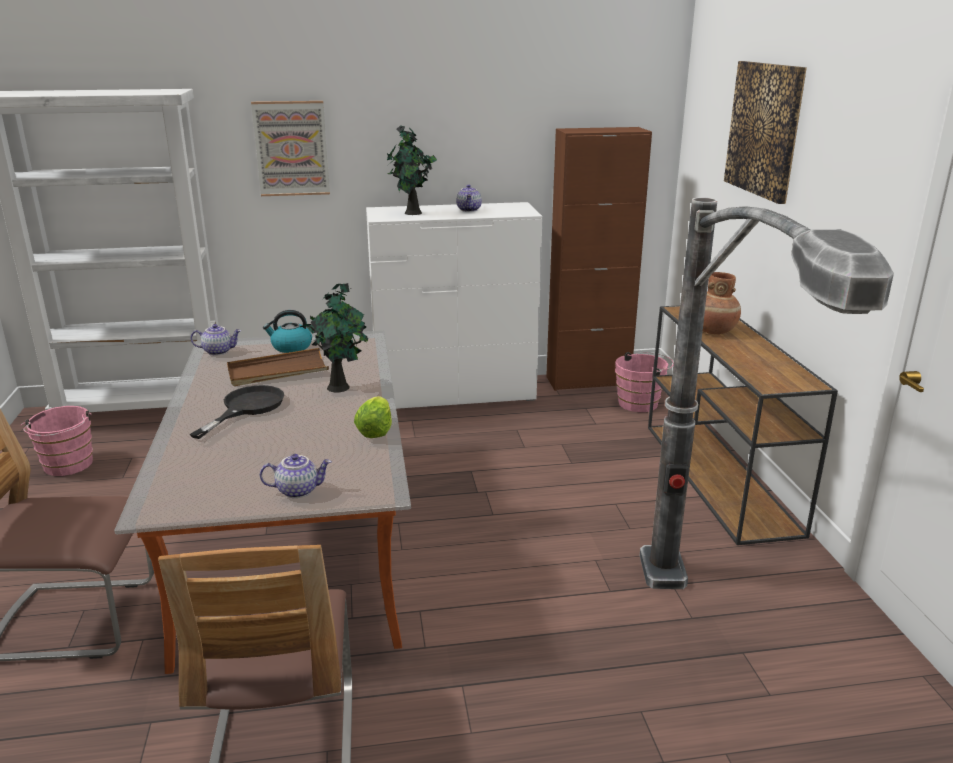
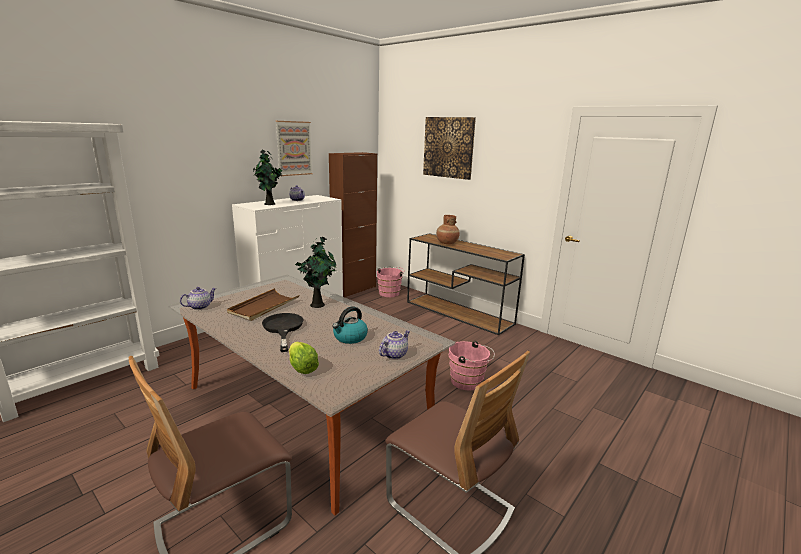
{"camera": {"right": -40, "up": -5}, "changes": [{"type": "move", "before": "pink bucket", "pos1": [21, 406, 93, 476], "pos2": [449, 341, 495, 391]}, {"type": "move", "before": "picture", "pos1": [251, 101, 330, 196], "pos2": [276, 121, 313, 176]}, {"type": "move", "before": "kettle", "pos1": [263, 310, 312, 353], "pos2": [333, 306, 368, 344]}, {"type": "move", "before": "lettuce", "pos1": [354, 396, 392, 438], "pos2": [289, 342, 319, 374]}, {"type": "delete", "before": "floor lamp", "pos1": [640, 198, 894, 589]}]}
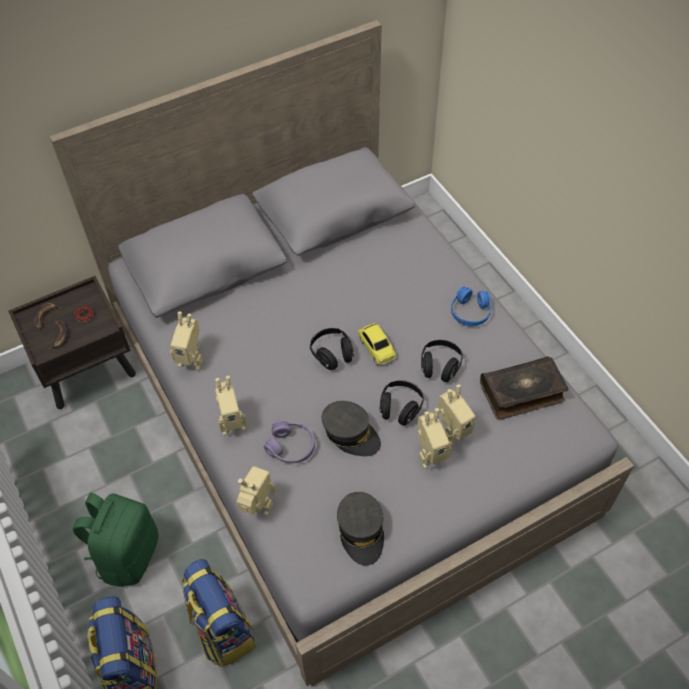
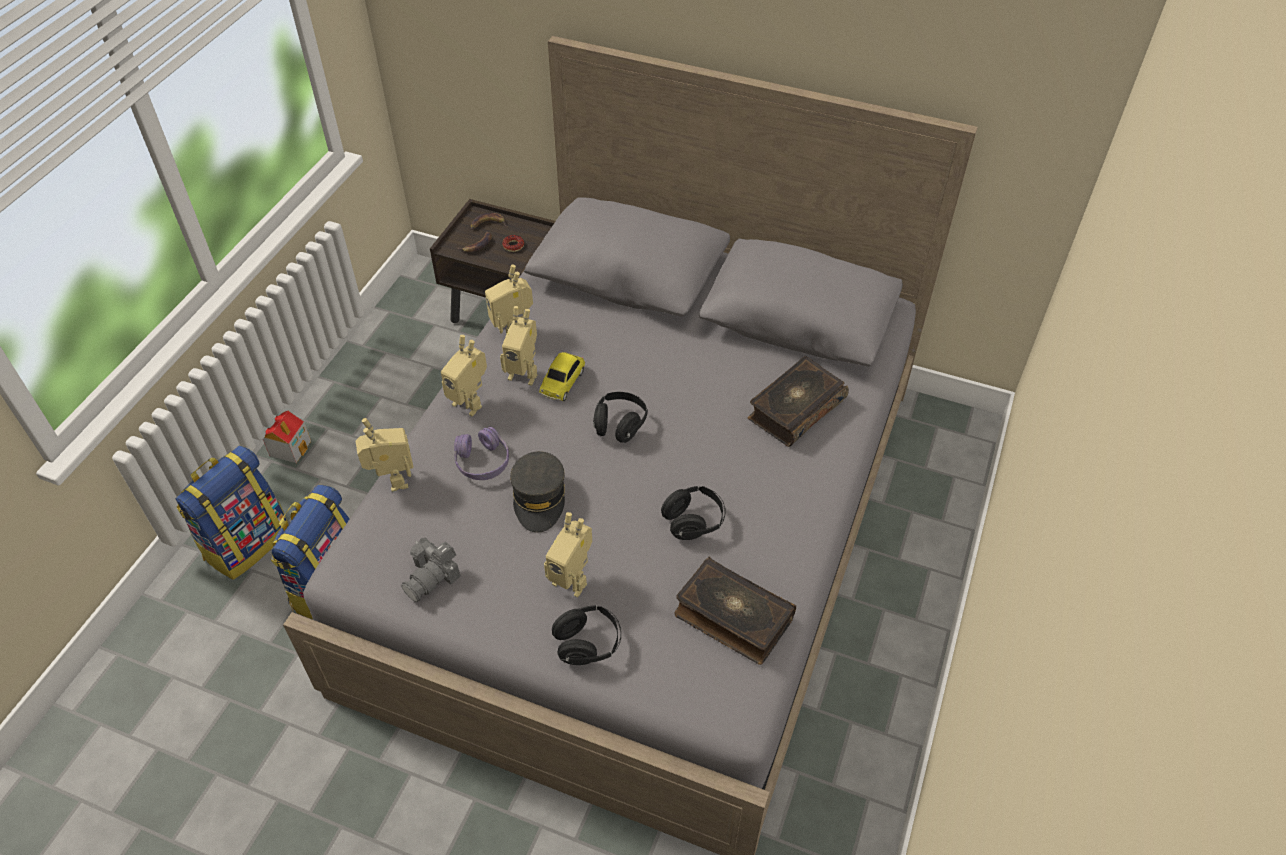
{"camera": {"right": 50, "up": -5}, "changes": [{"type": "delete", "before": "green backpack", "pos1": [73, 493, 159, 587]}, {"type": "replace", "before": "grey cap", "after": "photo camera", "pos1": [337, 492, 384, 566], "pos2": [401, 537, 460, 602]}, {"type": "move", "before": "toy car", "pos1": [358, 323, 396, 365], "pos2": [539, 352, 585, 401]}, {"type": "move", "before": "black headphones", "pos1": [379, 380, 424, 425], "pos2": [552, 605, 621, 665]}, {"type": "move", "before": "toy robot", "pos1": [438, 384, 475, 446], "pos2": [500, 306, 537, 386]}, {"type": "delete", "before": "blue headphones", "pos1": [451, 286, 491, 326]}, {"type": "insert", "after": "toy house", "pos2": [263, 411, 311, 463]}, {"type": "insert", "after": "book", "pos2": [748, 356, 849, 447]}]}
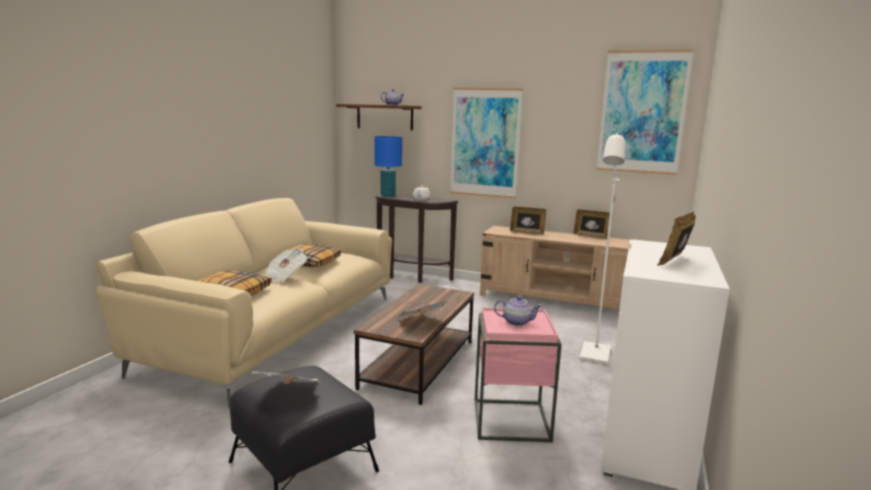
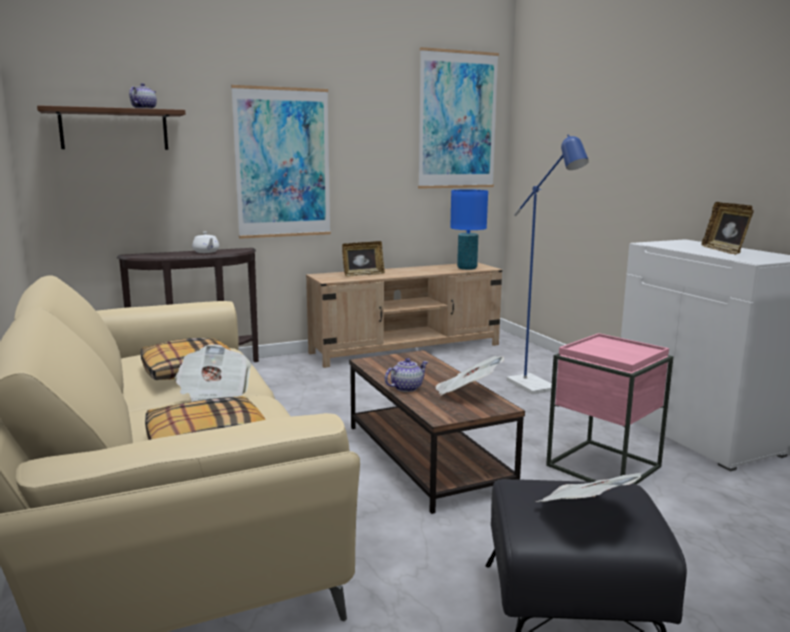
{"camera": {"right": -45, "up": 0}, "changes": [{"type": "move", "before": "blue table lamp", "pos1": [374, 136, 402, 197], "pos2": [450, 189, 488, 270]}, {"type": "move", "before": "teapot", "pos1": [494, 296, 542, 326], "pos2": [385, 358, 428, 392]}, {"type": "delete", "before": "picture frame", "pos1": [573, 209, 610, 239]}, {"type": "recolor", "before": "white floor lamp", "after": "blue floor lamp", "pos1": [579, 133, 626, 365], "pos2": [507, 134, 589, 395]}]}
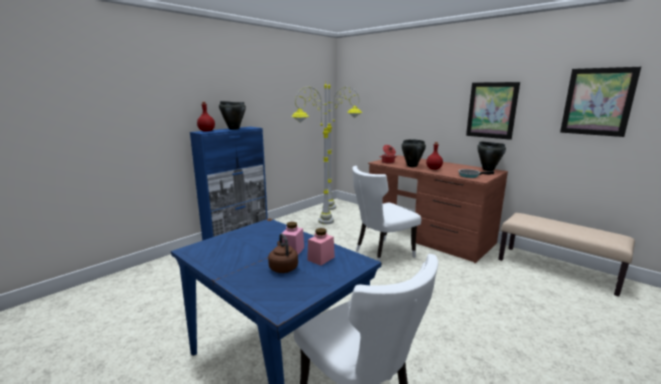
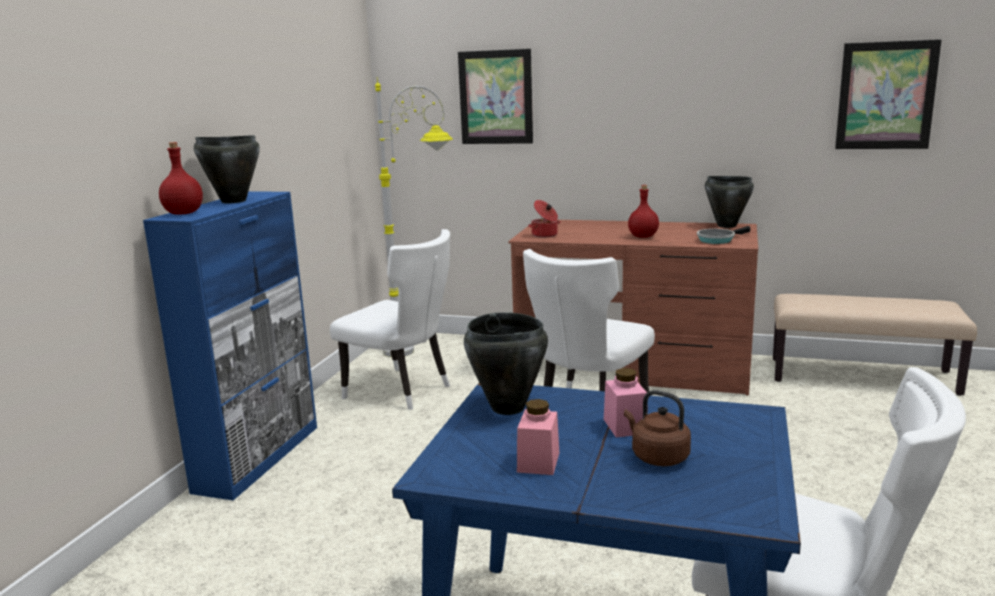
{"camera": {"right": -25, "up": 0}, "changes": [{"type": "replace", "before": "grey floor lamp", "after": "white chair", "pos1": [291, 81, 334, 225], "pos2": [330, 229, 450, 410]}, {"type": "move", "before": "pink jar", "pos1": [307, 228, 335, 266], "pos2": [517, 399, 559, 475]}, {"type": "move", "before": "black cooking pot", "pos1": [401, 139, 426, 167], "pos2": [464, 312, 548, 415]}, {"type": "move", "before": "picture", "pos1": [466, 82, 520, 140], "pos2": [458, 49, 533, 144]}]}
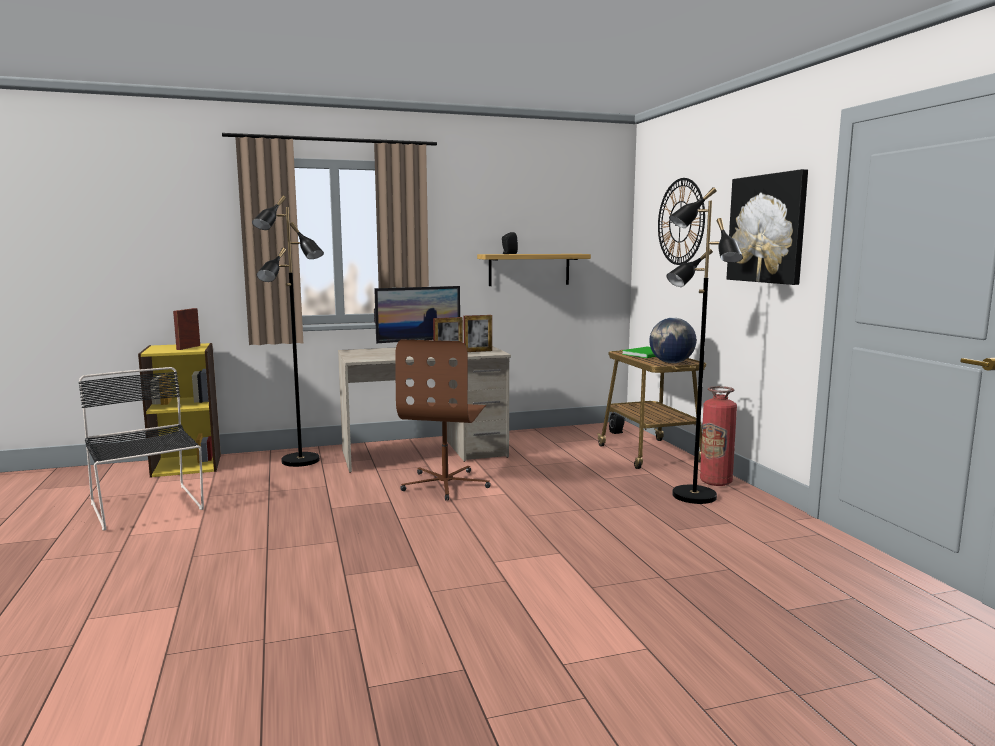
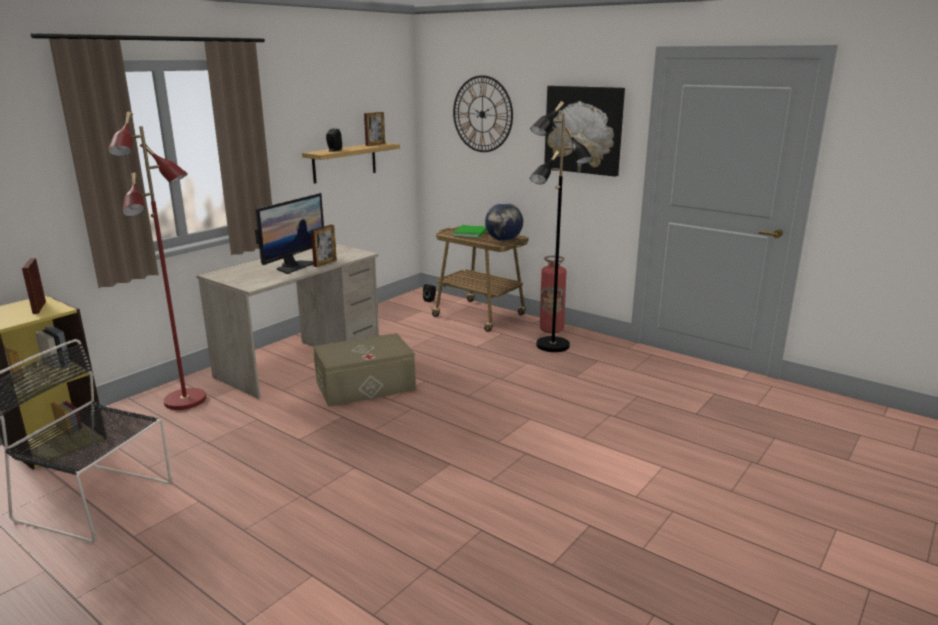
{"camera": {"right": -35, "up": 10}, "changes": [{"type": "recolor", "before": "black floor lamp", "after": "red floor lamp", "pos1": [252, 195, 324, 467], "pos2": [108, 112, 206, 410]}, {"type": "replace", "before": "brown office chair", "after": "beige storage box", "pos1": [395, 339, 491, 500], "pos2": [313, 333, 416, 407]}, {"type": "move", "before": "picture frame", "pos1": [463, 315, 492, 352], "pos2": [364, 112, 385, 146]}]}
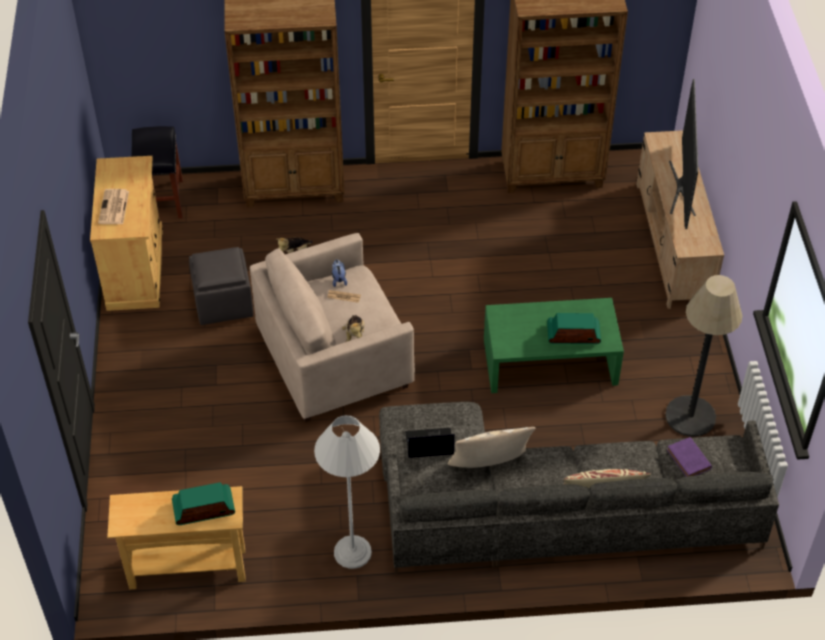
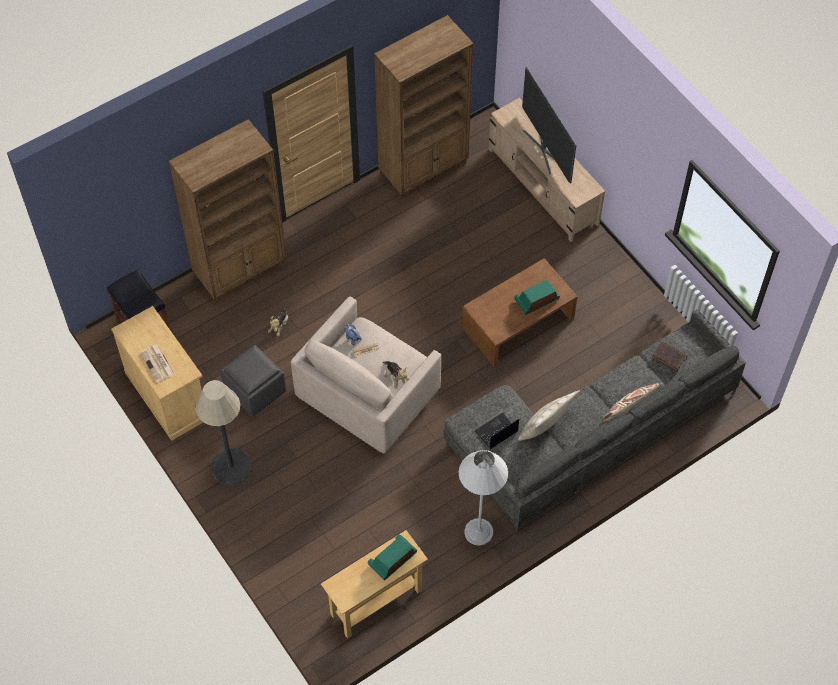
{"camera": {"right": -30, "up": 10}, "changes": [{"type": "recolor", "before": "green coffee table", "after": "brown coffee table", "pos1": [484, 298, 624, 393], "pos2": [462, 258, 578, 367]}, {"type": "move", "before": "floor lamp", "pos1": [665, 275, 742, 437], "pos2": [196, 380, 251, 485]}, {"type": "recolor", "before": "purple book", "after": "brown book", "pos1": [667, 437, 712, 477], "pos2": [652, 341, 688, 372]}]}
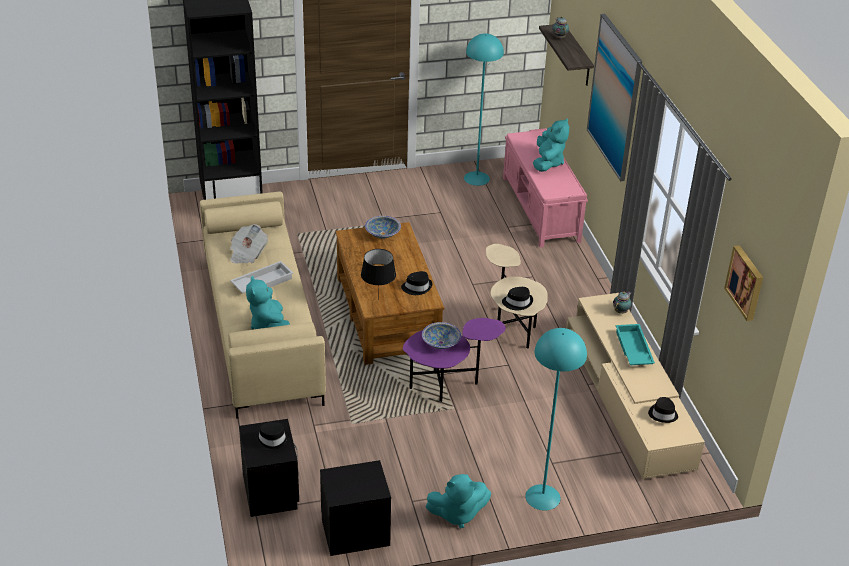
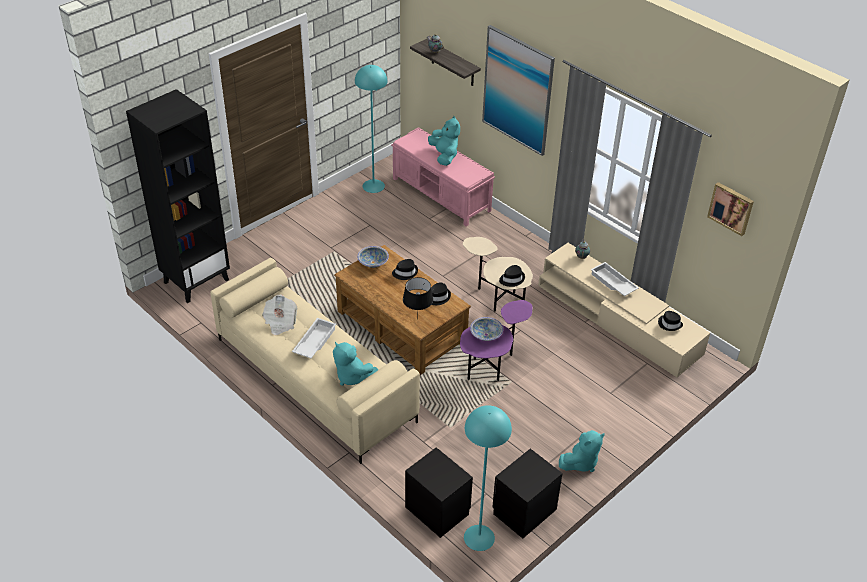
{"camera": {"right": -30, "up": 5}, "changes": [{"type": "move", "before": "black hat", "pos1": [254, 422, 289, 450], "pos2": [392, 259, 418, 280]}, {"type": "move", "before": "turquoise floor lamp", "pos1": [525, 328, 587, 511], "pos2": [464, 405, 512, 551]}, {"type": "recolor", "before": "turquoise tray", "after": "white tray", "pos1": [616, 324, 655, 365], "pos2": [591, 262, 639, 296]}]}
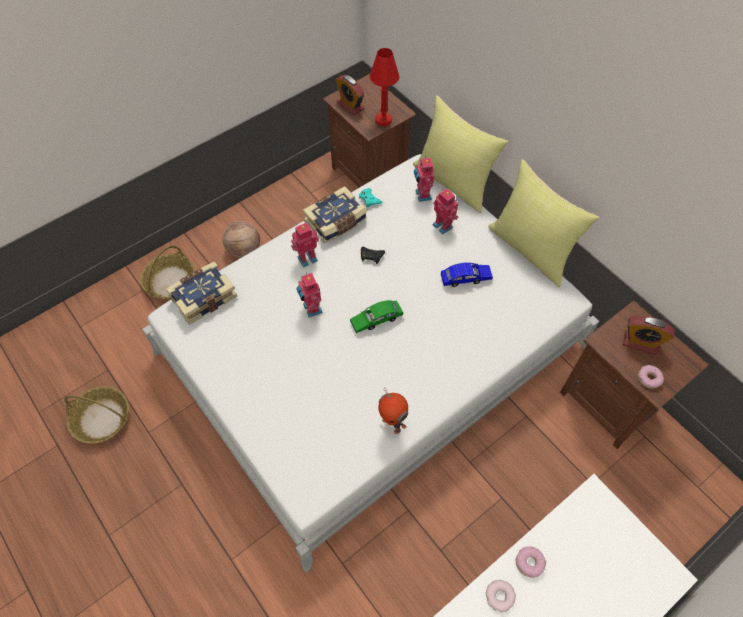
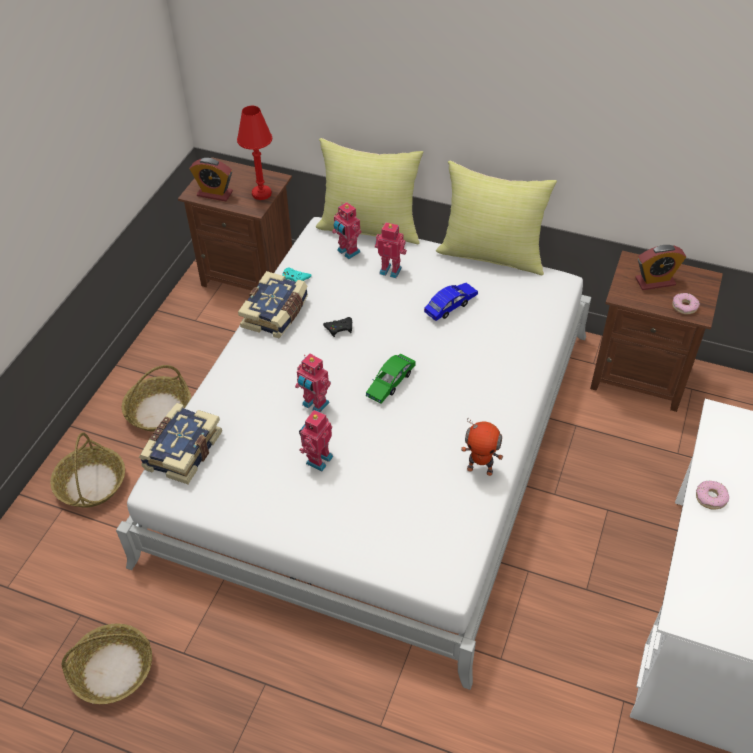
{"camera": {"right": -30, "up": -10}, "changes": [{"type": "replace", "before": "basketball", "after": "basket", "pos1": [223, 221, 260, 258], "pos2": [122, 365, 191, 432]}, {"type": "move", "before": "toy robot", "pos1": [291, 222, 319, 267], "pos2": [299, 410, 333, 471]}, {"type": "delete", "before": "donut", "pos1": [486, 580, 516, 612]}]}
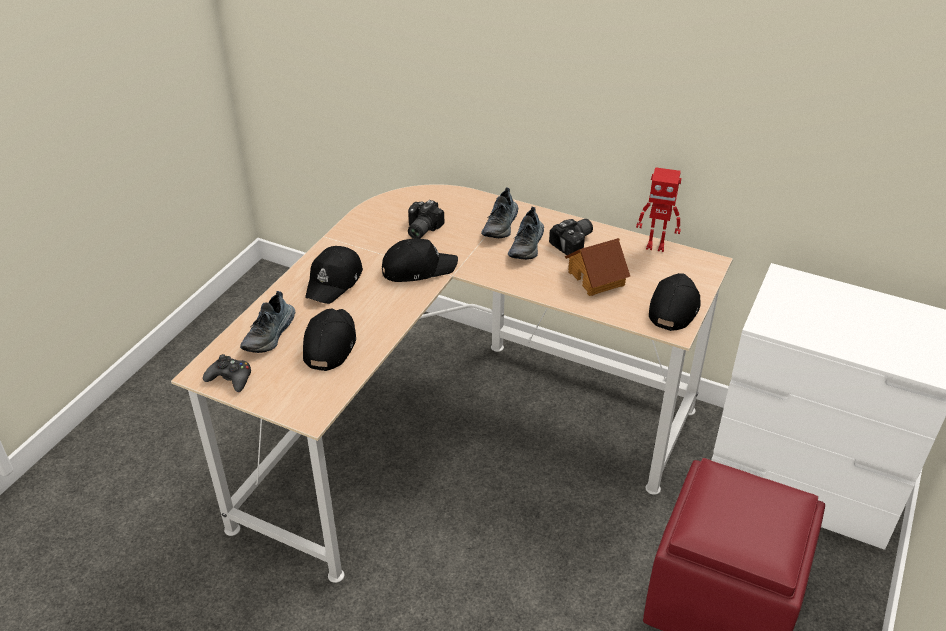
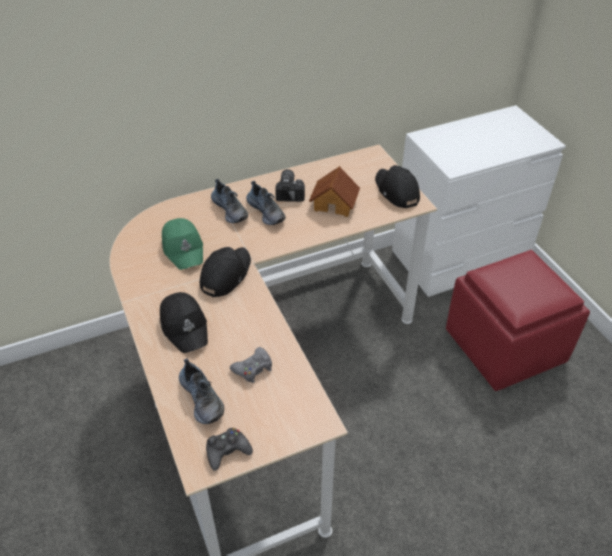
{"camera": {"right": -50, "up": 5}, "changes": [{"type": "replace", "before": "black cap", "after": "grey game controller", "pos1": [303, 308, 356, 371], "pos2": [230, 347, 272, 383]}, {"type": "replace", "before": "photo camera", "after": "green cap", "pos1": [408, 200, 444, 239], "pos2": [162, 218, 203, 270]}, {"type": "delete", "before": "toy robot", "pos1": [636, 167, 681, 252]}]}
